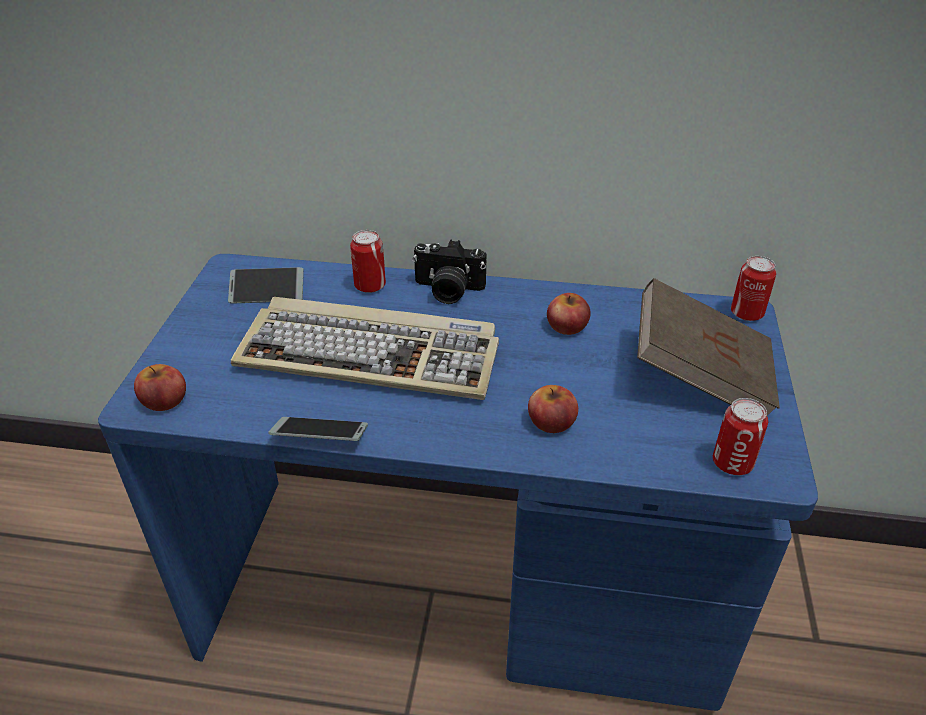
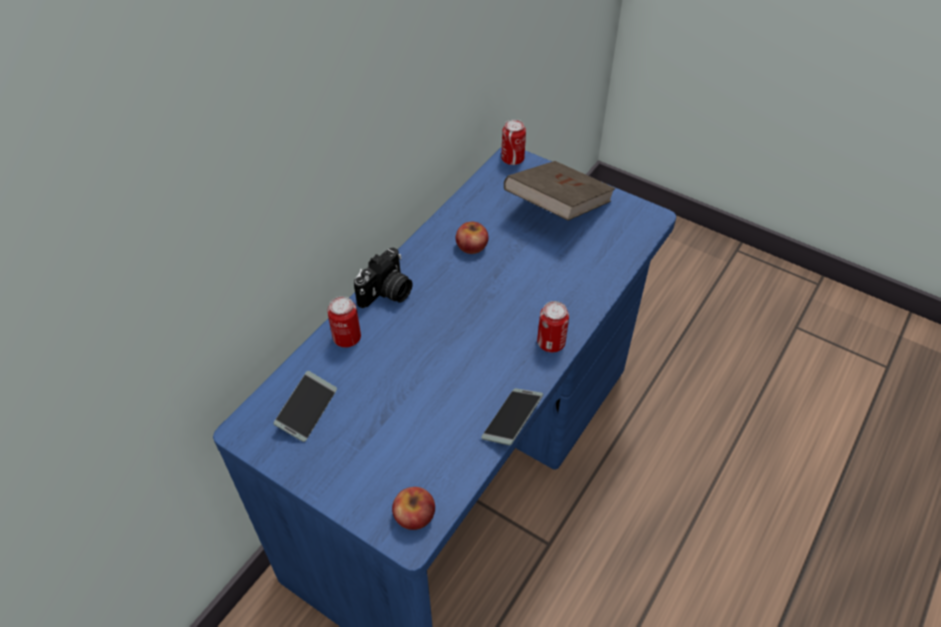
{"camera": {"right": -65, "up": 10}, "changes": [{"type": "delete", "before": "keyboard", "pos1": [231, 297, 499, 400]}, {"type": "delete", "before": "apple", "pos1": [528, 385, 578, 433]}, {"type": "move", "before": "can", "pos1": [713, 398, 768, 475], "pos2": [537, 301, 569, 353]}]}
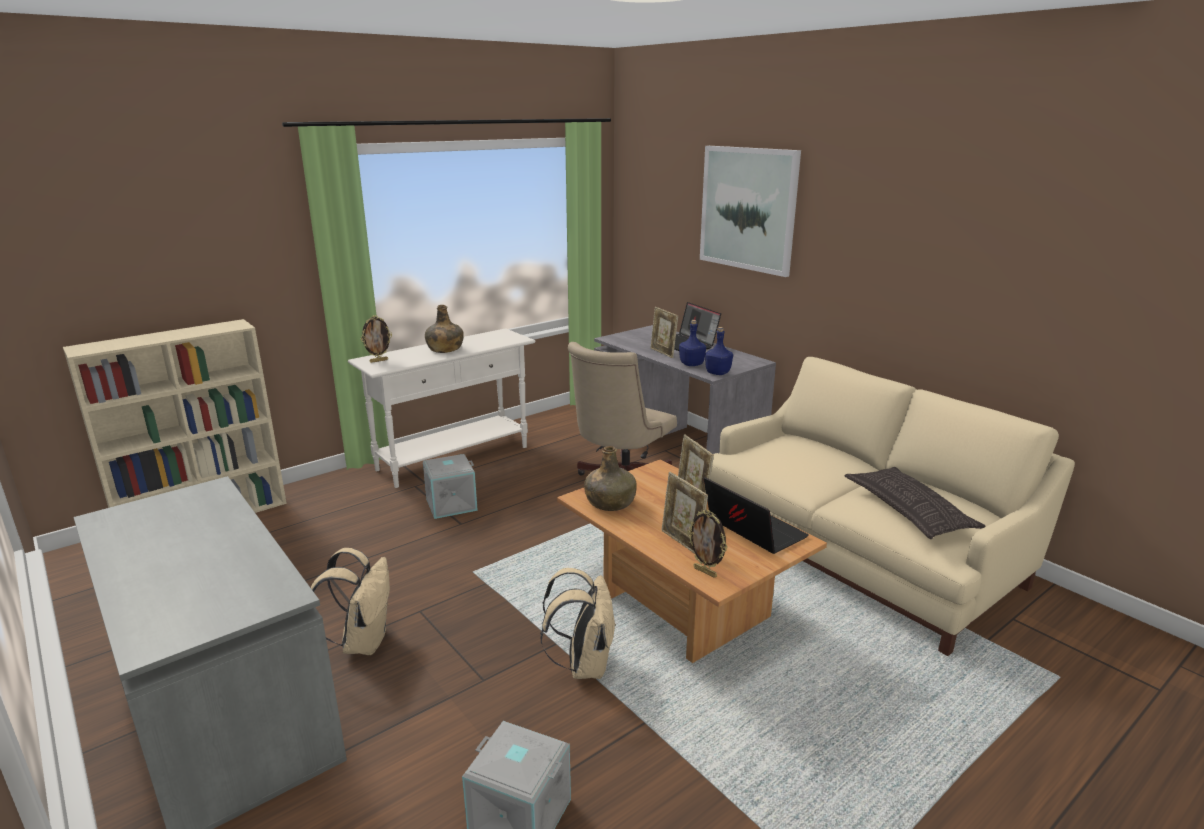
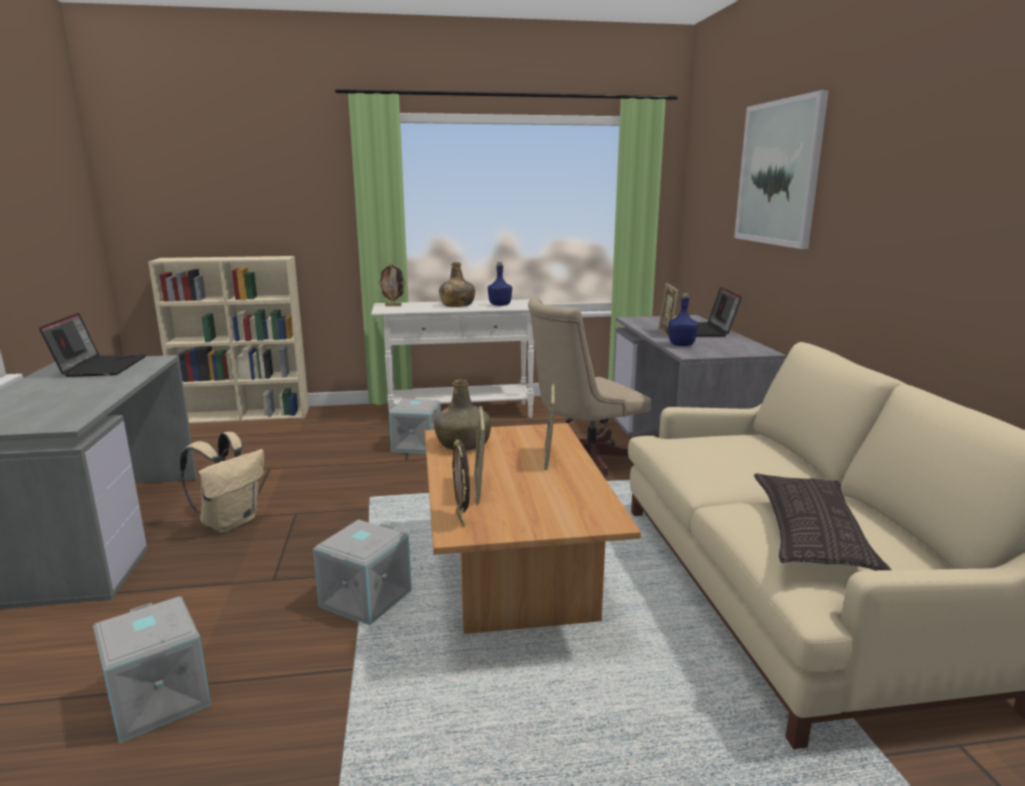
{"camera": {"right": 30, "up": -5}, "changes": [{"type": "replace", "before": "beige backpack", "after": "grey storage box", "pos1": [540, 568, 616, 679], "pos2": [313, 520, 412, 625]}, {"type": "move", "before": "laptop", "pos1": [704, 477, 809, 554], "pos2": [39, 313, 147, 377]}, {"type": "move", "before": "blue bottle", "pos1": [705, 327, 733, 375], "pos2": [488, 262, 512, 306]}]}
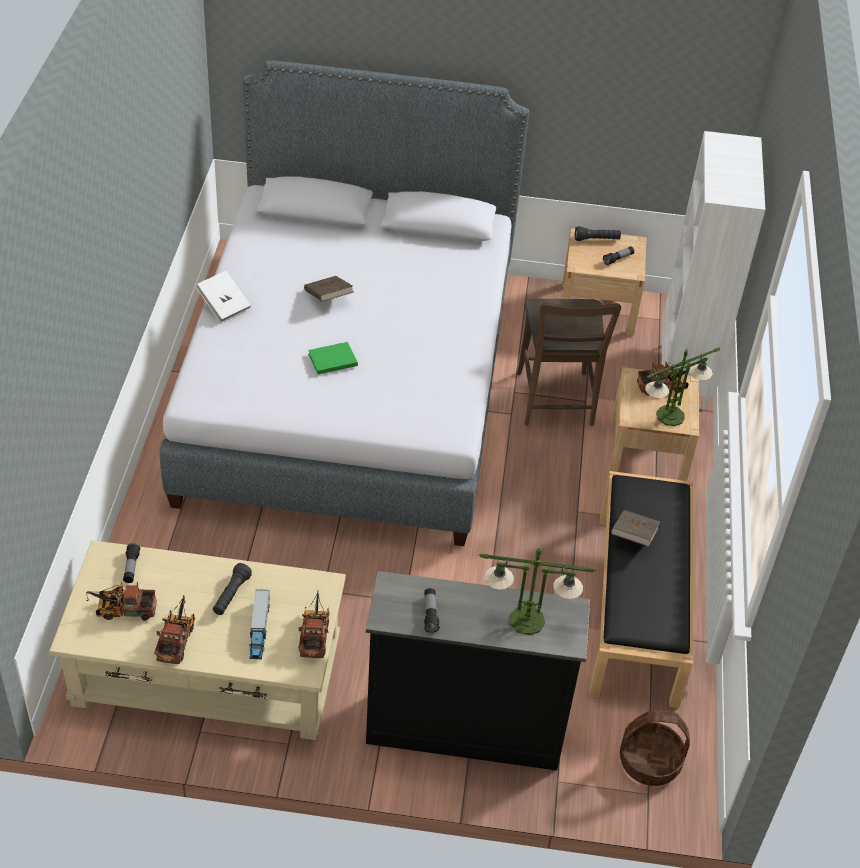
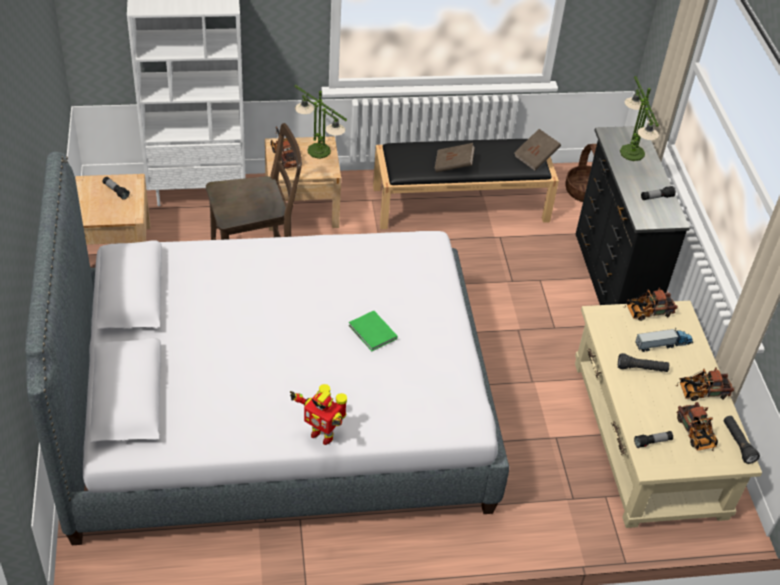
{"camera": {"right": -105, "up": 0}, "changes": [{"type": "replace", "before": "white book", "after": "toy robot", "pos1": [196, 271, 251, 323], "pos2": [290, 384, 347, 445]}, {"type": "move", "before": "brown book", "pos1": [304, 276, 353, 302], "pos2": [514, 129, 561, 171]}, {"type": "move", "before": "black flashlight", "pos1": [575, 226, 621, 241], "pos2": [724, 416, 760, 464]}]}
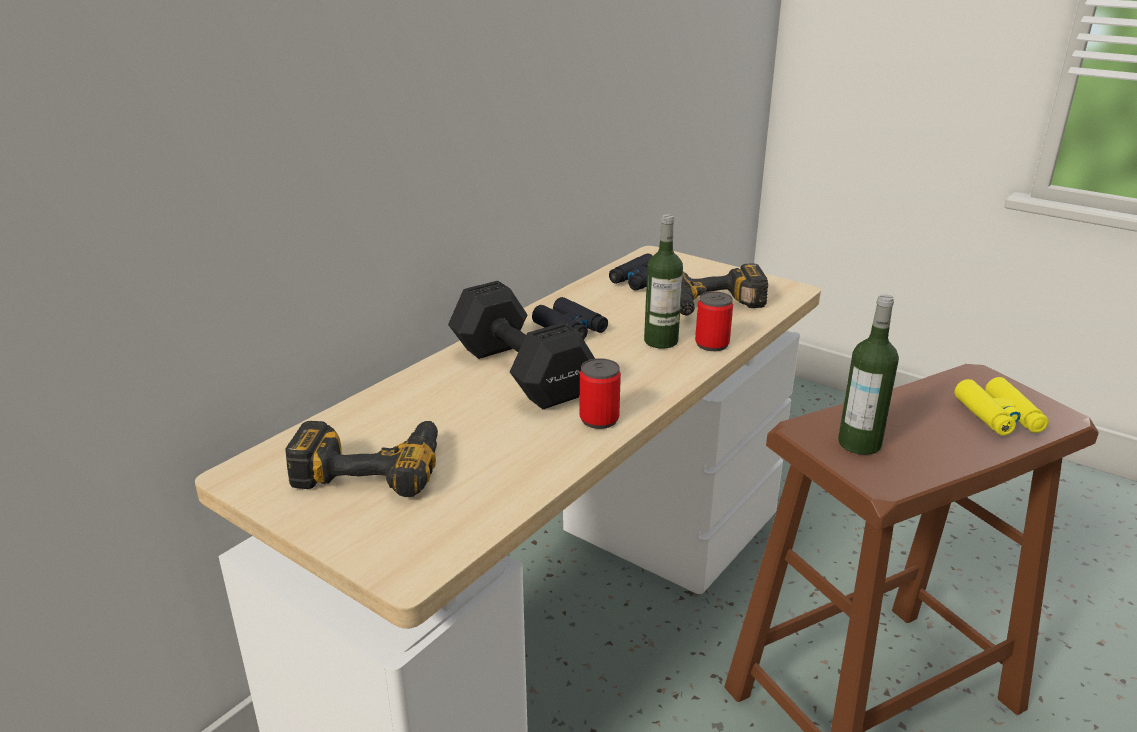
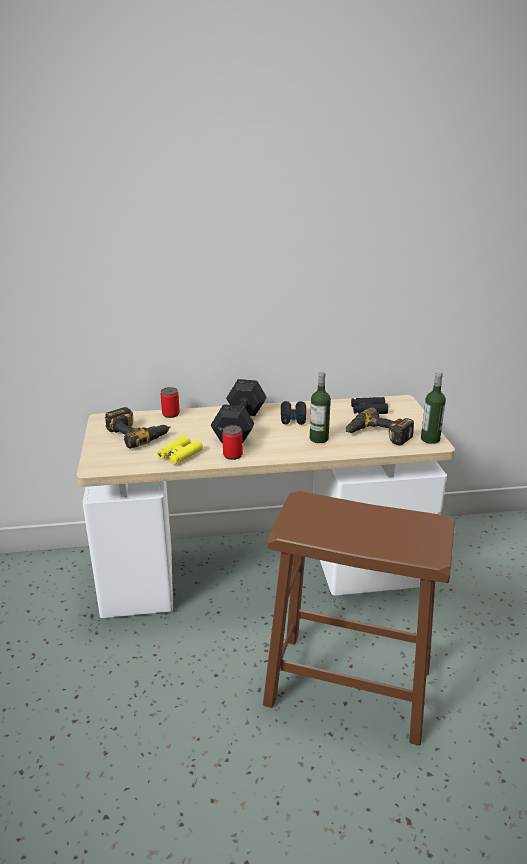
{"camera": {"right": 45, "up": 0}, "changes": [{"type": "move", "before": "can", "pos1": [695, 291, 733, 351], "pos2": [161, 387, 180, 418]}, {"type": "move", "before": "bottle", "pos1": [838, 294, 899, 455], "pos2": [421, 372, 446, 444]}, {"type": "move", "before": "yellow binoculars", "pos1": [955, 377, 1049, 436], "pos2": [157, 435, 203, 465]}]}
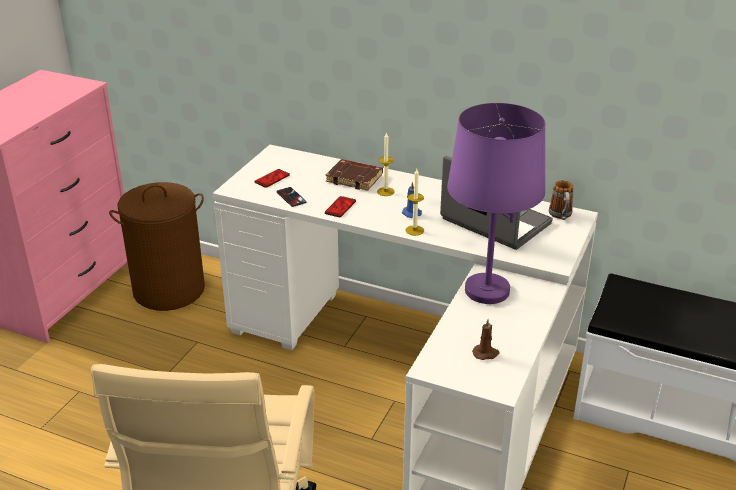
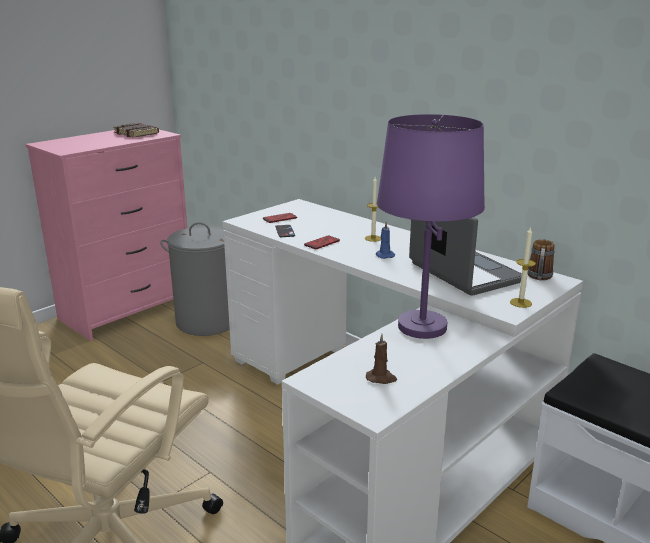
{"camera": {"right": 20, "up": -10}, "changes": [{"type": "recolor", "before": "brown laundry basket", "after": "grey laundry basket", "pos1": [109, 182, 205, 311], "pos2": [160, 222, 230, 336]}, {"type": "move", "before": "brown book", "pos1": [325, 159, 383, 191], "pos2": [113, 123, 159, 138]}, {"type": "move", "before": "candle", "pos1": [405, 169, 424, 236], "pos2": [510, 227, 536, 308]}]}
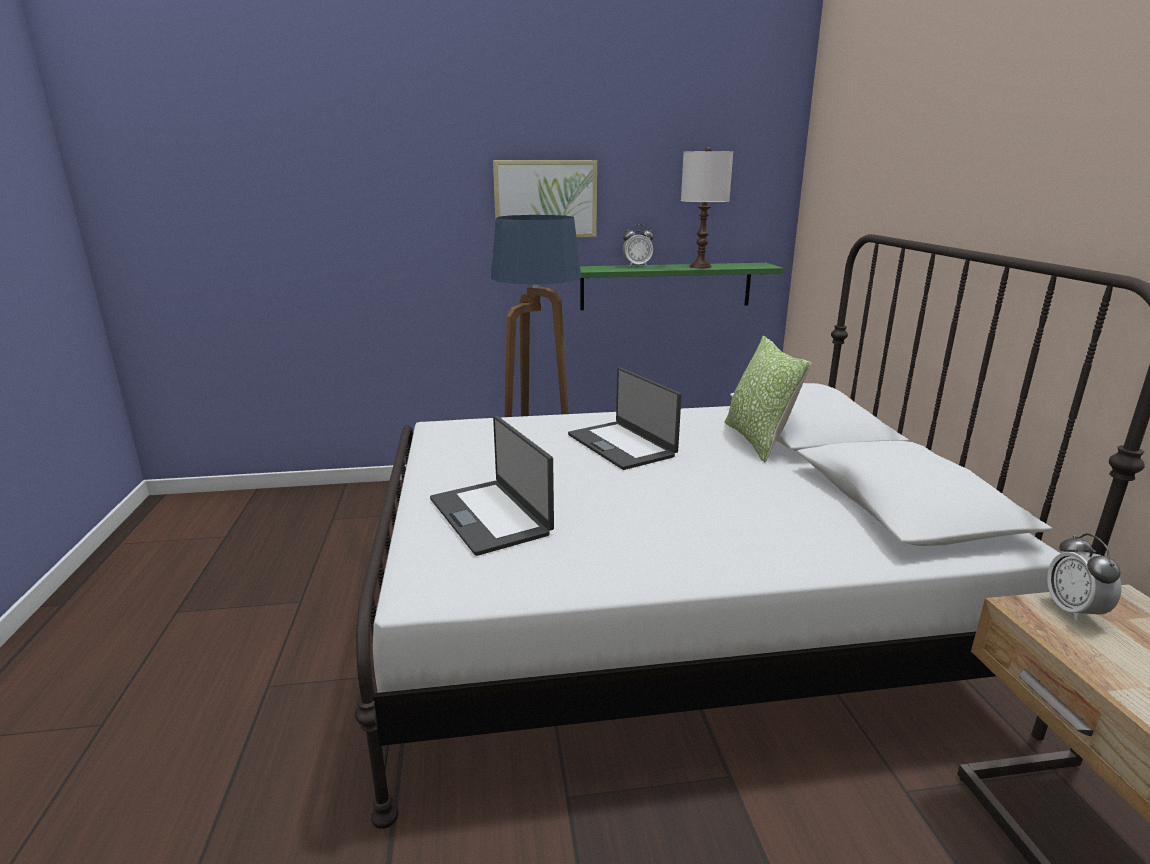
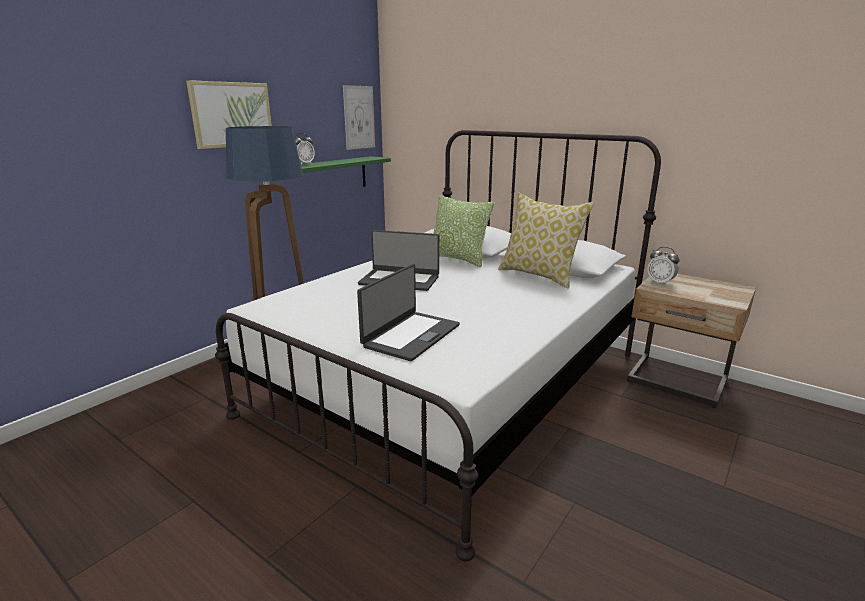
{"camera": {"right": -45, "up": 0}, "changes": [{"type": "rotate", "before": "laptop", "pos1": [430, 416, 554, 556], "pos2": [357, 264, 460, 361], "turn": -75}, {"type": "delete", "before": "white table lamp", "pos1": [681, 147, 733, 268]}, {"type": "insert", "after": "picture", "pos2": [343, 85, 375, 150]}, {"type": "insert", "after": "pillow", "pos2": [498, 193, 594, 289]}]}
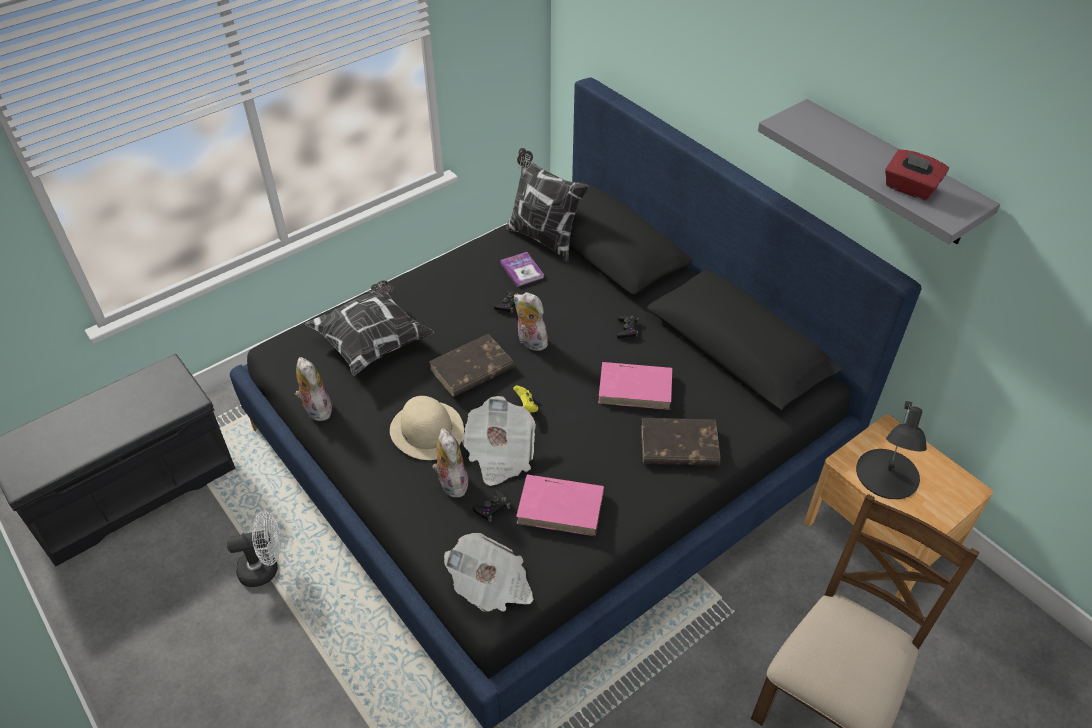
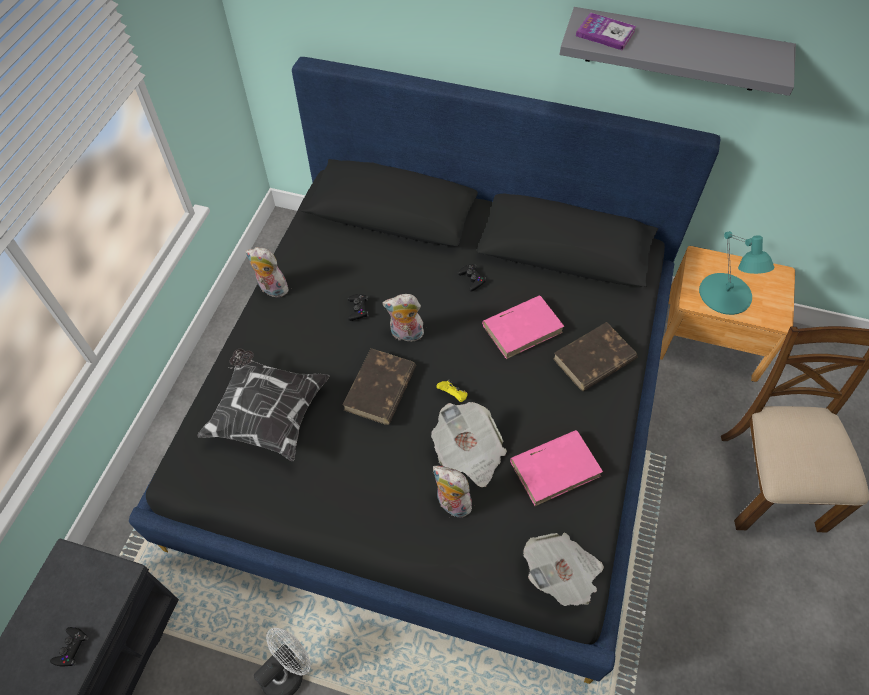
{"camera": {"right": -35, "up": 10}, "changes": [{"type": "move", "before": "plush toy", "pos1": [295, 357, 332, 421], "pos2": [245, 247, 291, 297]}, {"type": "delete", "before": "beige hat", "pos1": [390, 396, 464, 460]}, {"type": "move", "before": "black game controller", "pos1": [472, 490, 510, 522], "pos2": [50, 627, 89, 667]}, {"type": "move", "before": "book", "pos1": [500, 252, 544, 287], "pos2": [576, 12, 636, 50]}, {"type": "delete", "before": "pillow", "pos1": [506, 148, 589, 263]}, {"type": "recolor", "before": "black table lamp", "after": "turquoise table lamp", "pos1": [856, 401, 927, 499], "pos2": [699, 231, 774, 315]}, {"type": "delete", "before": "red tissue box", "pos1": [885, 150, 949, 201]}]}
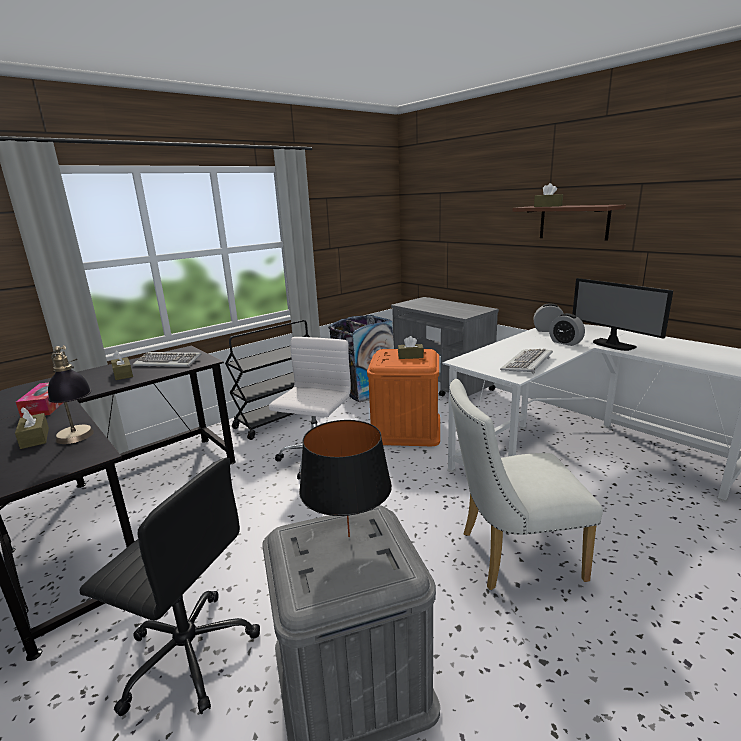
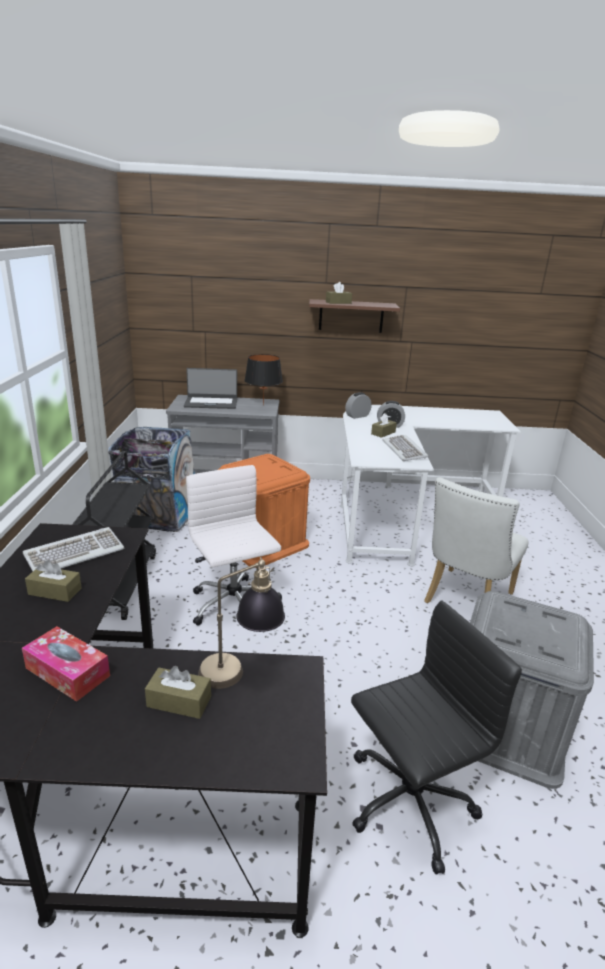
{"camera": {"right": -50, "up": 5}, "changes": [{"type": "move", "before": "black table lamp", "pos1": [299, 420, 392, 537], "pos2": [244, 354, 283, 405]}, {"type": "move", "before": "brown tissue box", "pos1": [398, 336, 424, 359], "pos2": [371, 413, 397, 438]}, {"type": "delete", "before": "monitor", "pos1": [572, 278, 673, 351]}, {"type": "insert", "after": "laptop", "pos2": [184, 368, 237, 409]}]}
